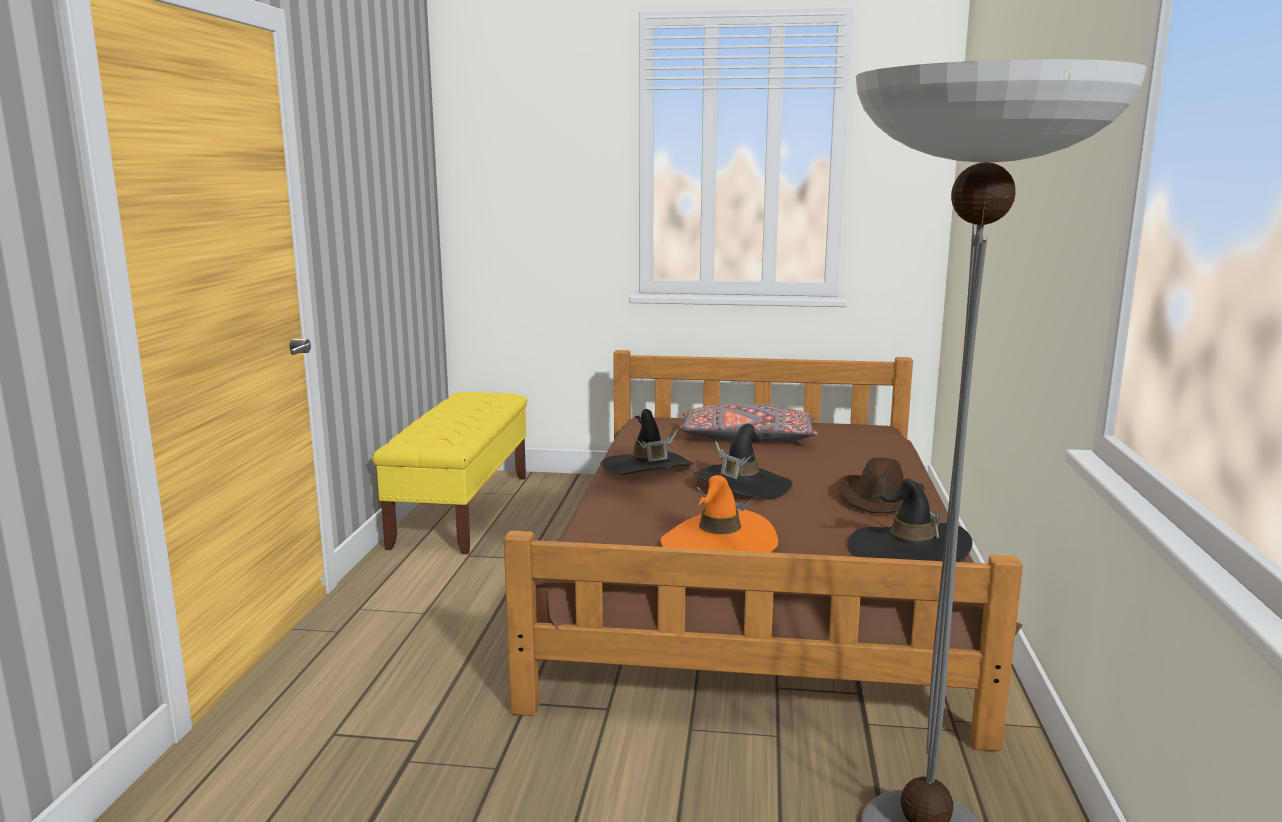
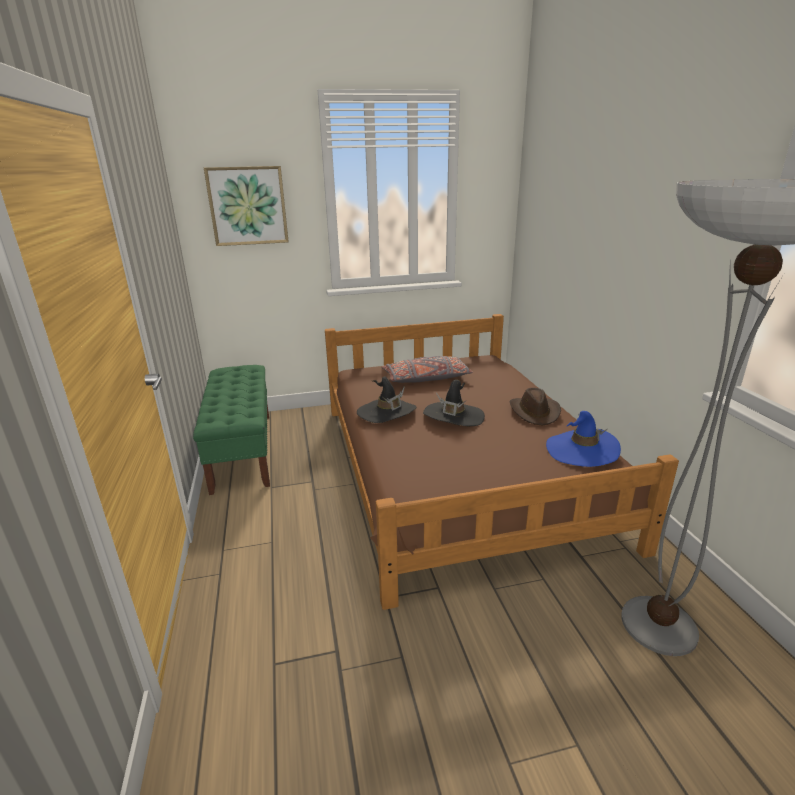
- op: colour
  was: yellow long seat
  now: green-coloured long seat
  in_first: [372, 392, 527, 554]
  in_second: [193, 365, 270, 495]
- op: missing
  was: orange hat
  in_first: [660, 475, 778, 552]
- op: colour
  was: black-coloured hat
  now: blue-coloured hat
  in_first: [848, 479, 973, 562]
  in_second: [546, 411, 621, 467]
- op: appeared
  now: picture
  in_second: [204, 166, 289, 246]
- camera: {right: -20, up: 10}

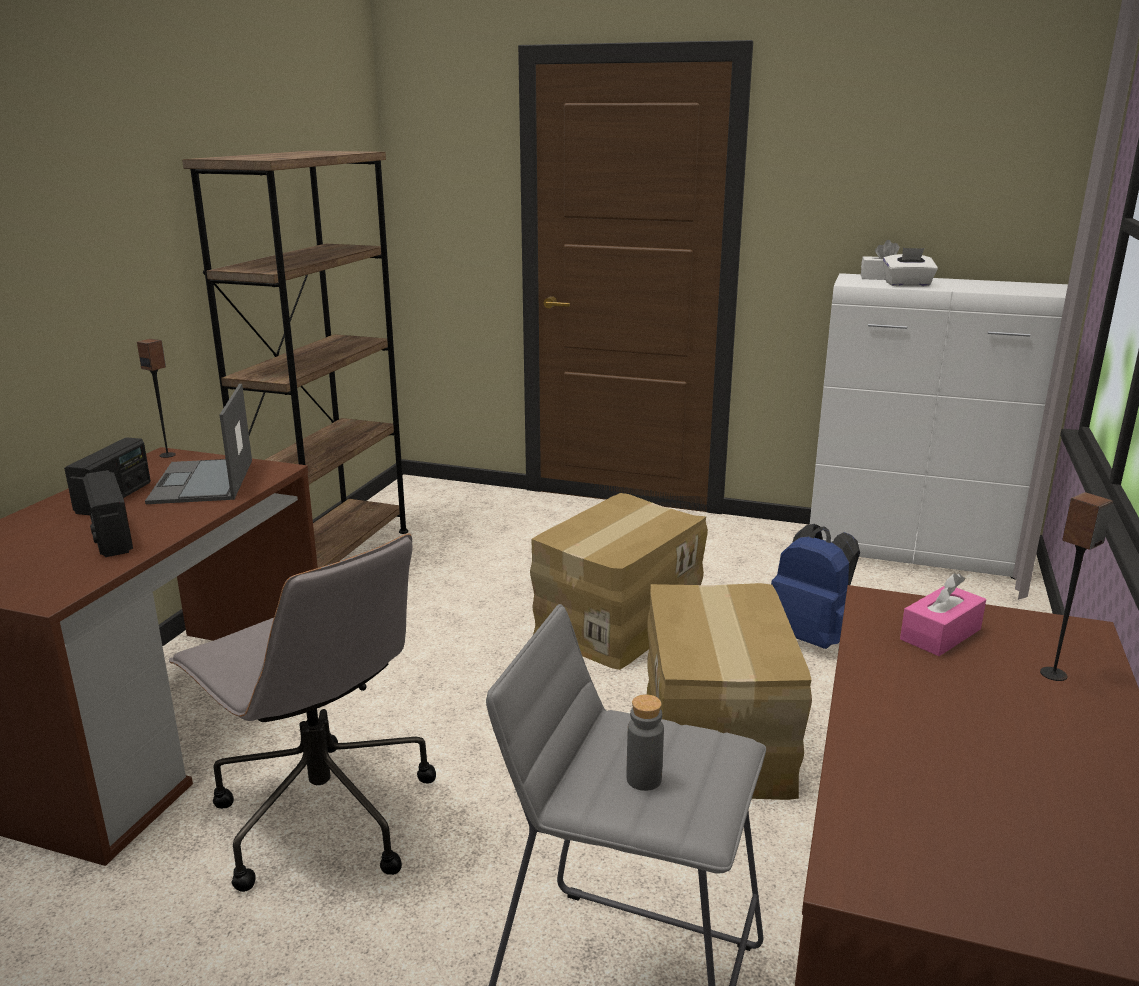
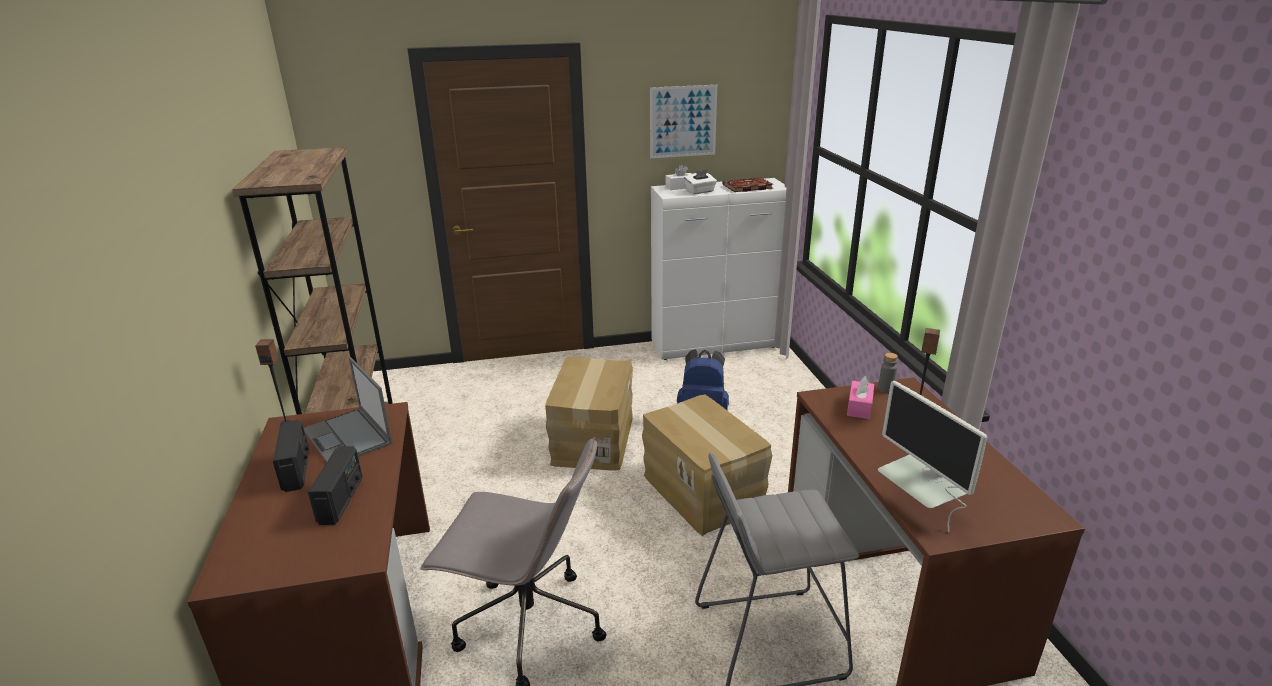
- op: spun
  was: radio set
  in_first: [83, 470, 133, 557]
  in_second: [308, 446, 363, 525]
  clockwise: -120
- op: relocated
  was: gray beverage bottle
  in_first: [626, 694, 664, 791]
  in_second: [878, 353, 898, 393]
- op: appeared
  now: picture
  in_second: [650, 85, 717, 158]
- op: appeared
  now: bound book
  in_second: [722, 177, 773, 192]
- op: appeared
  now: computer screen
  in_second: [878, 381, 987, 532]
- camera: {right: -30, up: 5}

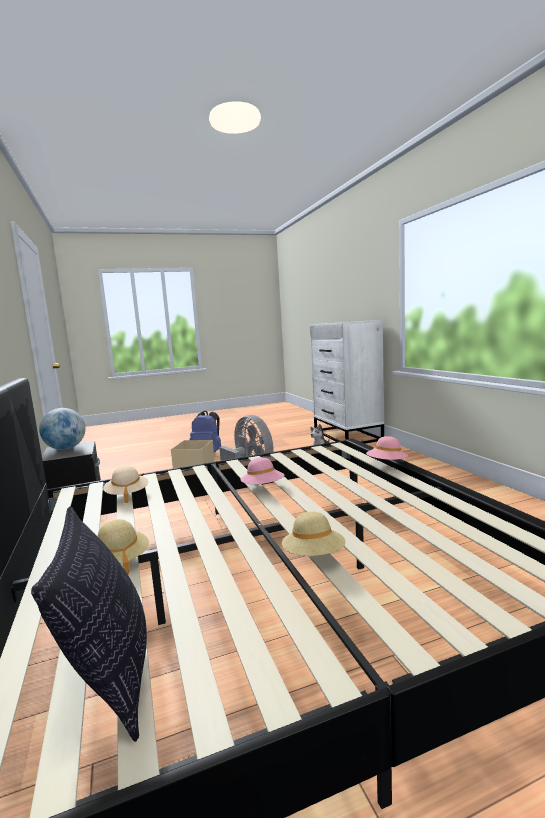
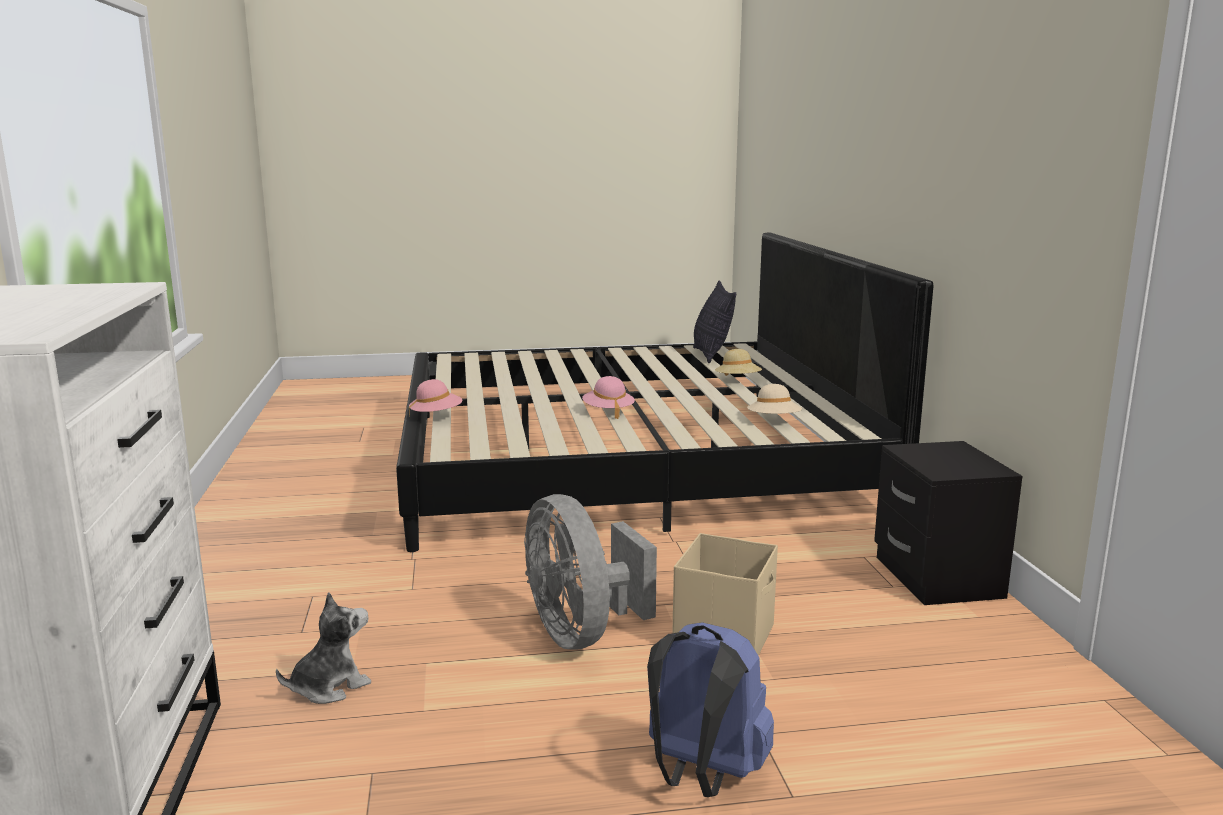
- op: missing
  was: globe
  in_first: [39, 408, 86, 450]
- op: missing
  was: beige hat
  in_first: [282, 512, 346, 556]
- camera: {right: -170, up: 5}

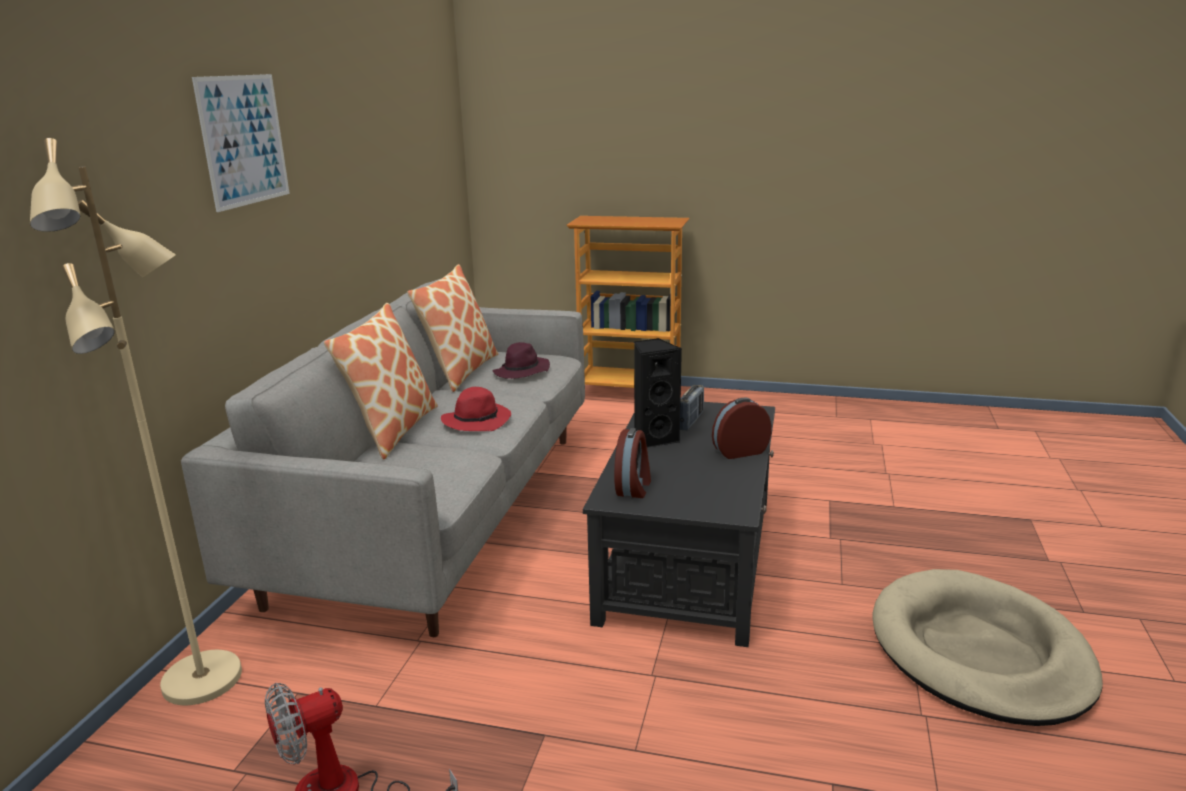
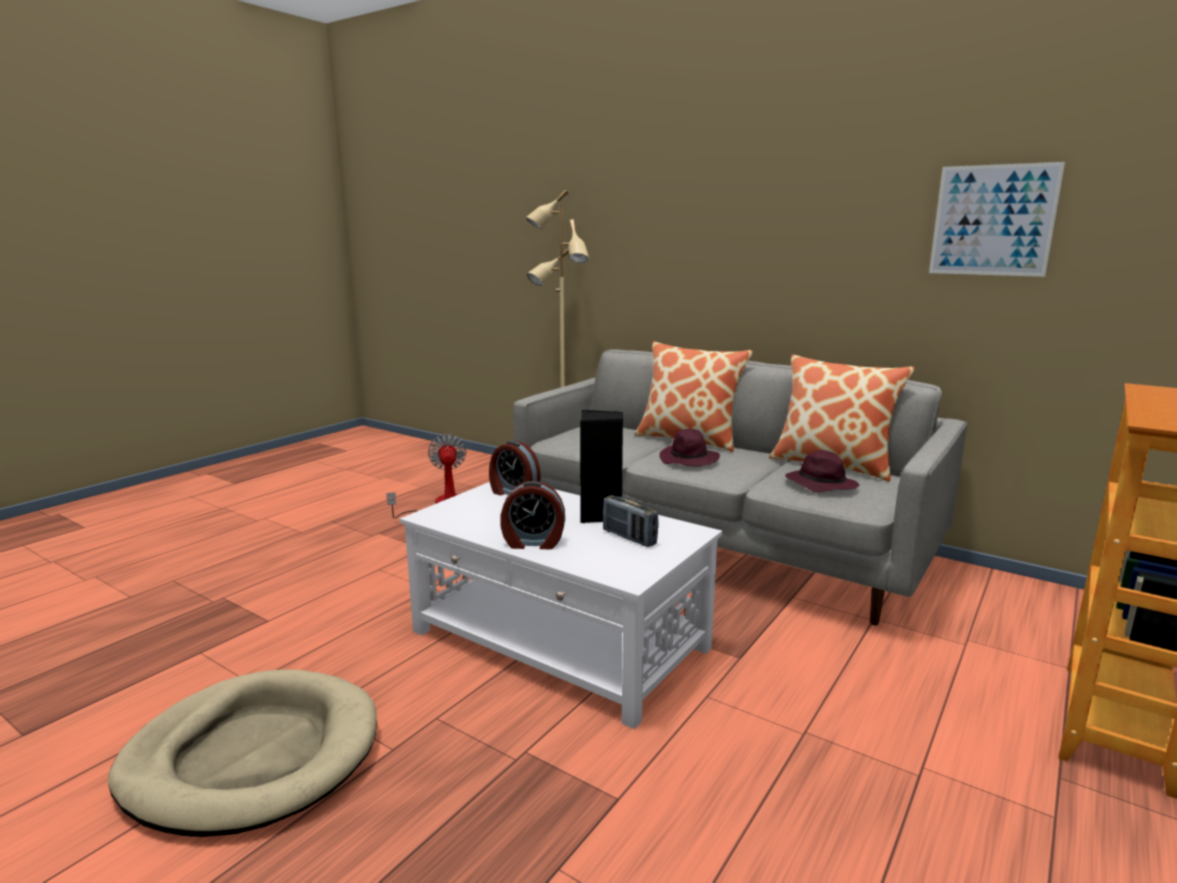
- op: relocated
  was: picture
  in_first: [192, 74, 290, 212]
  in_second: [929, 162, 1065, 277]
- op: colour
  was: red-coloured hat
  now: purplish hat
  in_first: [441, 387, 511, 431]
  in_second: [659, 429, 720, 466]
- op: colour
  was: black-coloured lounge table
  now: whitish lounge table
  in_first: [583, 402, 775, 647]
  in_second: [400, 482, 722, 729]
- op: spun
  was: alarm clock
  in_first: [712, 398, 772, 459]
  in_second: [500, 481, 565, 549]
  clockwise: 90
- camera: {right: 110, up: -5}

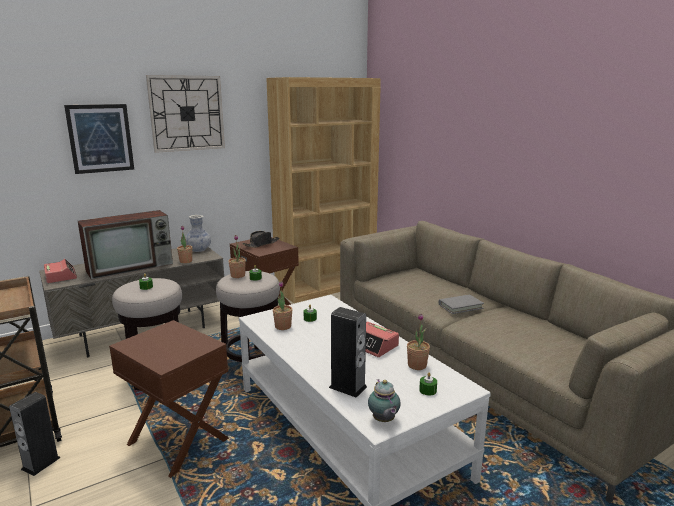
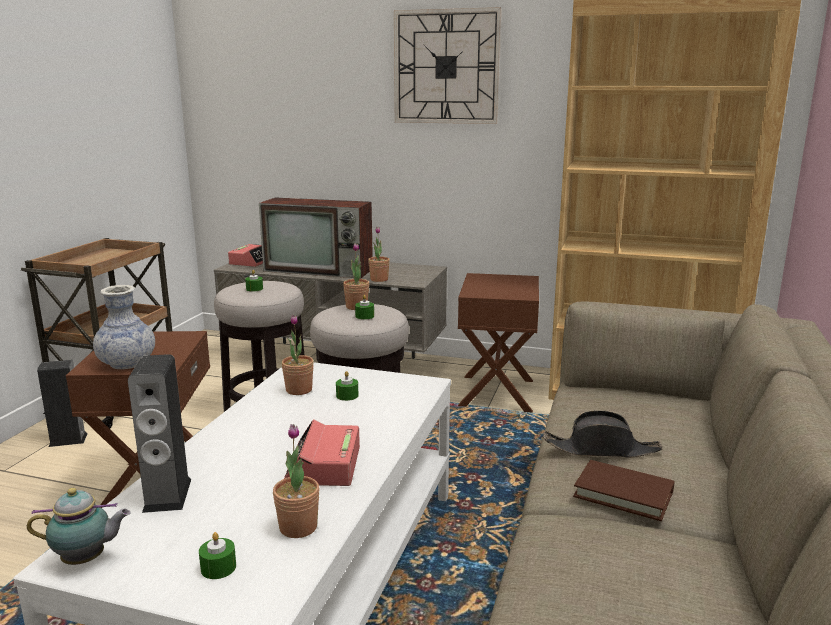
- op: missing
  was: picture
  in_first: [64, 104, 134, 174]
- op: relocated
  was: vase
  in_first: [185, 215, 211, 252]
  in_second: [93, 285, 155, 369]
- op: relocated
  was: black-coloured hat
  in_first: [242, 231, 279, 248]
  in_second: [543, 410, 662, 458]
- op: spun
  was: pot for tea
  in_first: [368, 379, 401, 422]
  in_second: [27, 488, 131, 565]
  clockwise: -135
- op: colour
  was: gray bound book
  now: brownish bound book
  in_first: [439, 294, 484, 314]
  in_second: [573, 460, 675, 521]
- camera: {right: 50, up: 0}

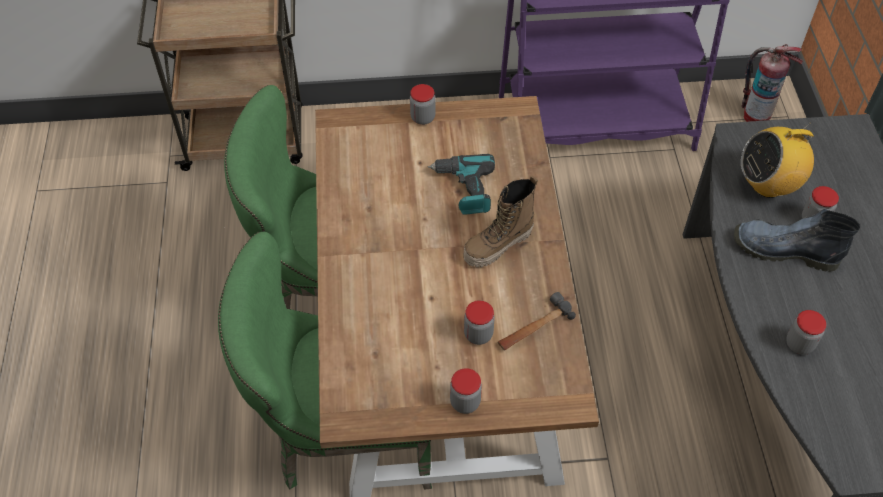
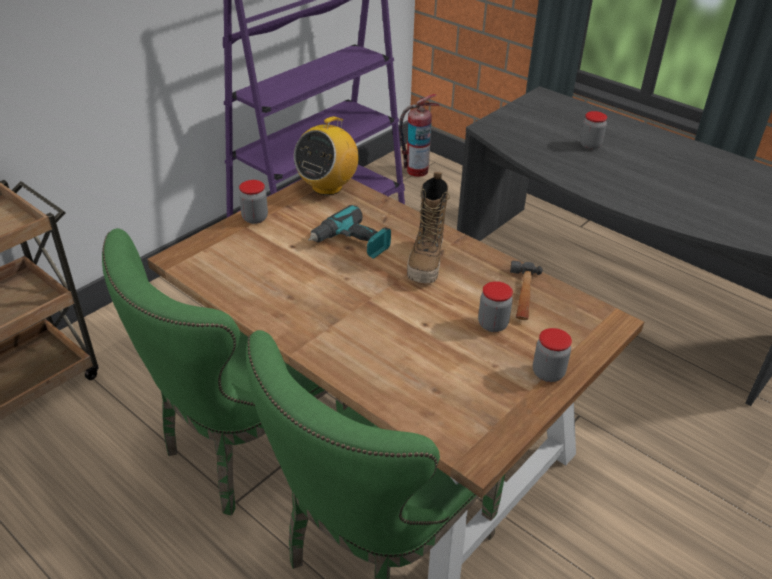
- op: missing
  was: boot
  in_first: [734, 209, 860, 272]
- op: relocated
  was: radio set
  in_first: [741, 122, 814, 198]
  in_second: [294, 116, 359, 195]
- op: missing
  was: jar
  in_first: [786, 310, 826, 355]
- camera: {right: -45, up: -15}

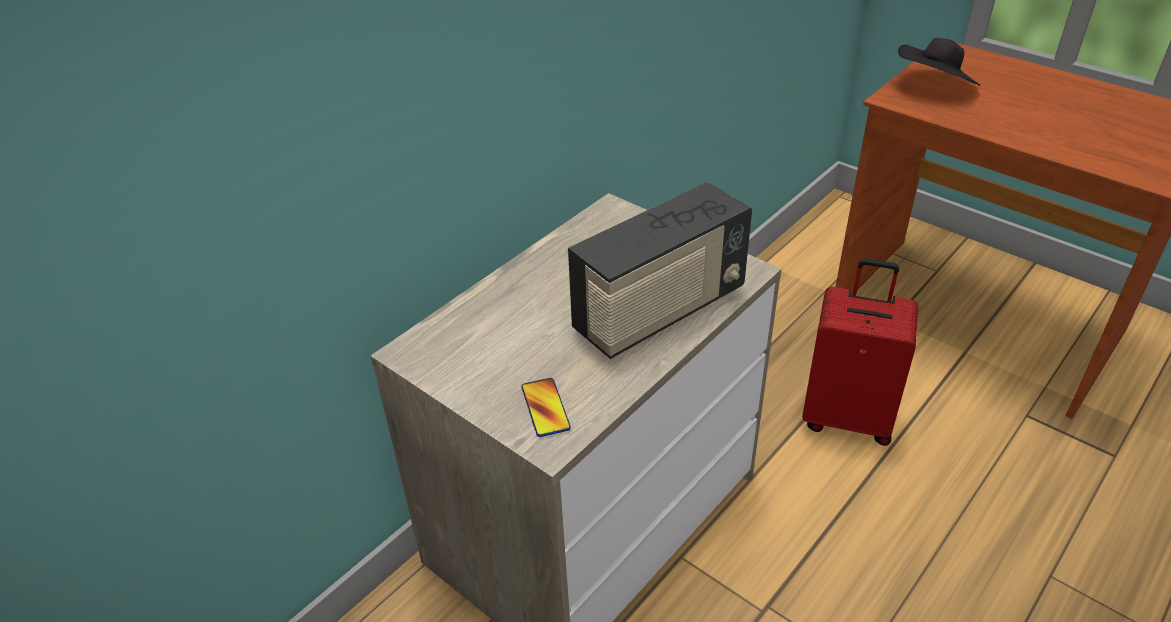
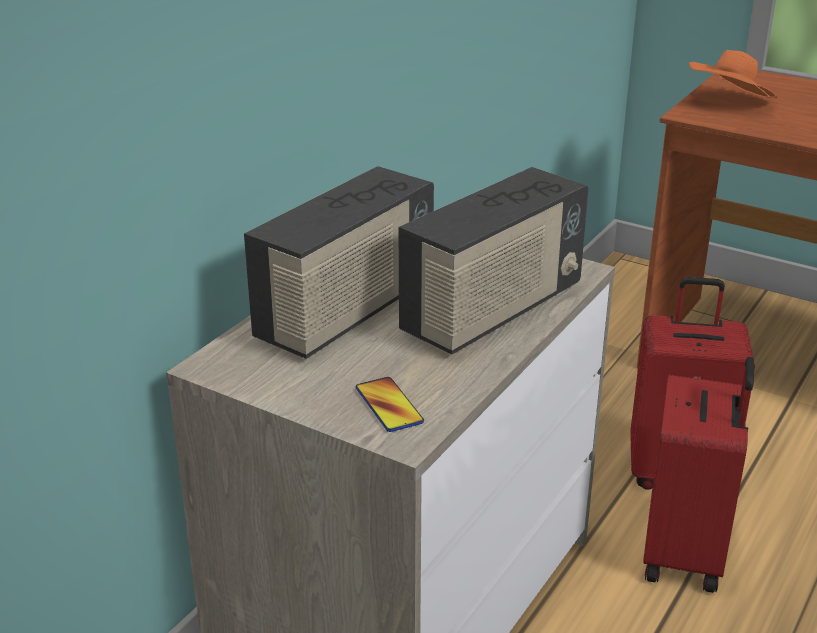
- op: colour
  was: black-coloured hat
  now: orange hat
  in_first: [898, 38, 980, 86]
  in_second: [689, 50, 778, 99]
- op: appeared
  now: radio set
  in_second: [244, 166, 434, 359]
- op: appeared
  now: red-coloured travel case
  in_second: [643, 357, 754, 593]
- camera: {right: -10, up: -10}

